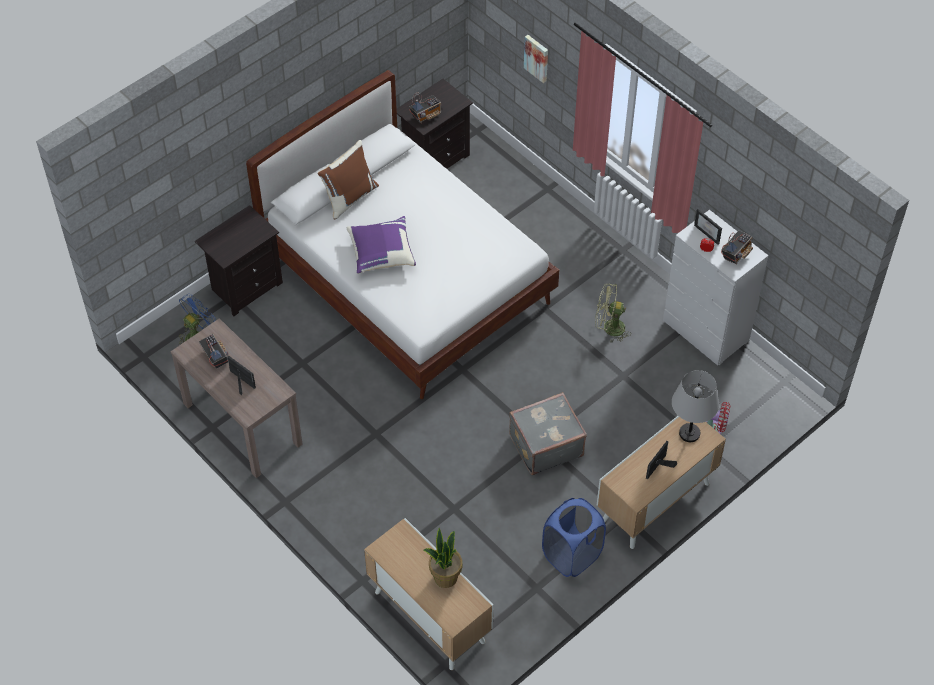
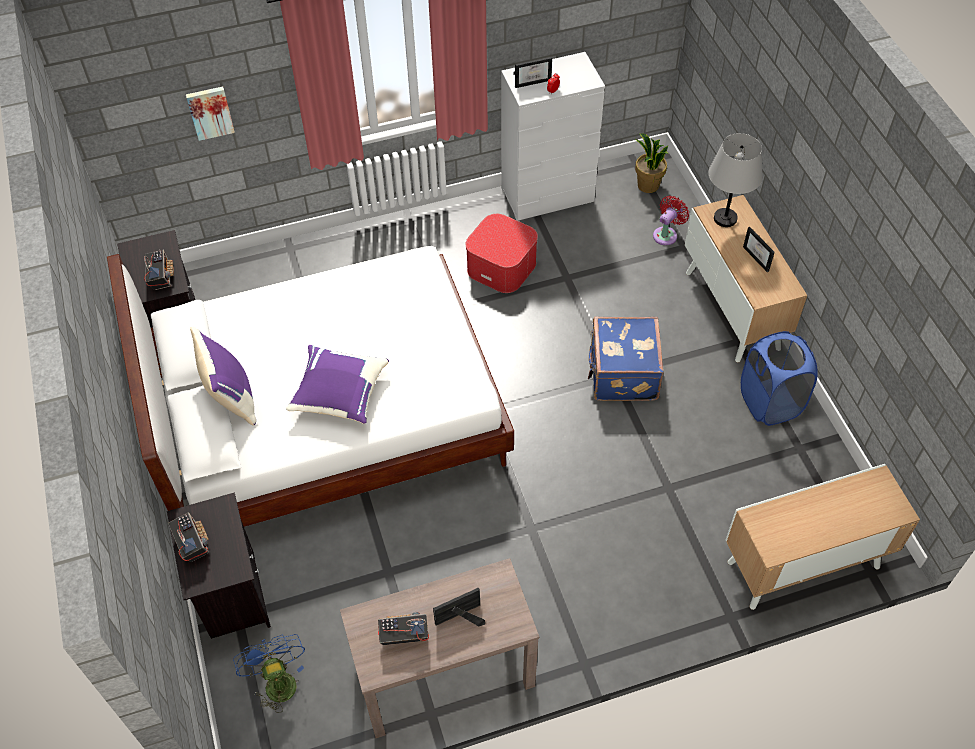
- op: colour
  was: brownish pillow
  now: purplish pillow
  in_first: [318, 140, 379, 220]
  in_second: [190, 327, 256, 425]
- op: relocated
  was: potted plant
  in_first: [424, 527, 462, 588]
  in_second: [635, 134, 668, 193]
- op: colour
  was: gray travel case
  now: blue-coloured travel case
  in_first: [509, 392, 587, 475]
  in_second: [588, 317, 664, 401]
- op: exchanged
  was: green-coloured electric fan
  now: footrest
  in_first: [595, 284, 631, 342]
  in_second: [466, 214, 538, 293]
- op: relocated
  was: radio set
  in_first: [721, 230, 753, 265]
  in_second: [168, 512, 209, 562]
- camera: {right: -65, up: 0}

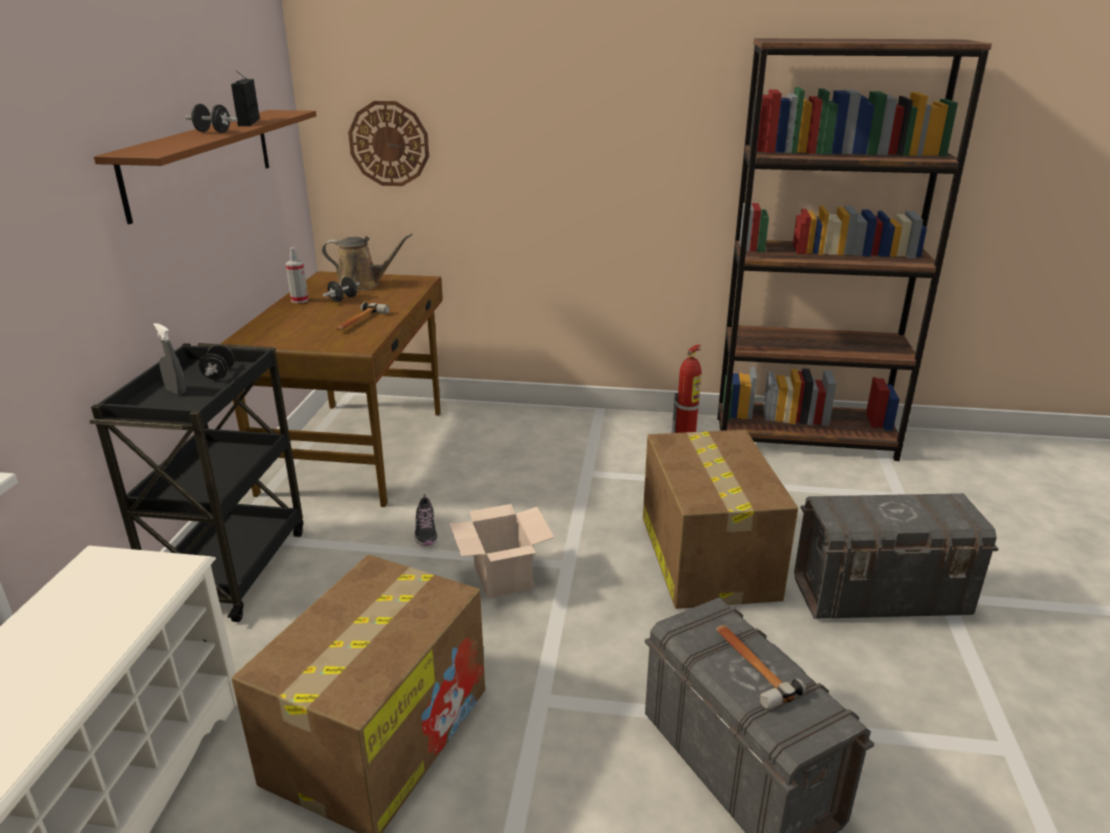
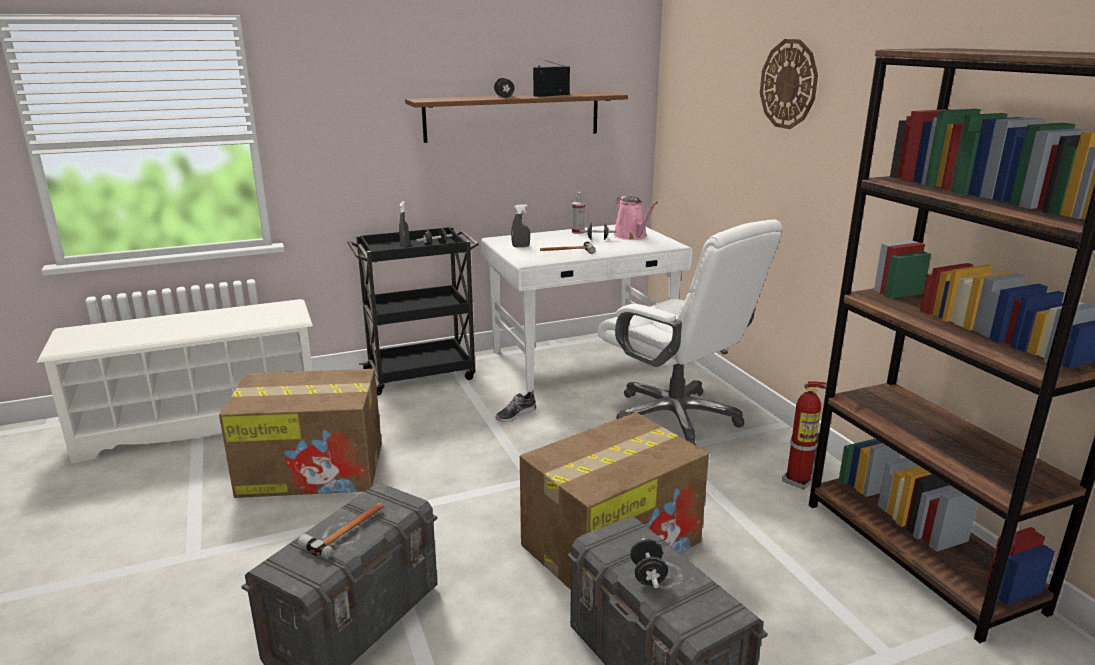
- op: colour
  was: brownish desk unit
  now: whitish desk unit
  in_first: [220, 271, 443, 507]
  in_second: [481, 225, 693, 392]
- op: colour
  was: brownish watering pot
  now: pink watering pot
  in_first: [322, 233, 412, 291]
  in_second: [613, 196, 658, 240]
- op: relocated
  was: clock on the wall
  in_first: [348, 101, 429, 186]
  in_second: [760, 39, 818, 129]
- op: missing
  was: carton
  in_first: [449, 504, 554, 599]
- op: appeared
  now: gray spray bottle
  in_second: [511, 204, 530, 247]
- op: appeared
  now: whitish computer chair
  in_second: [598, 219, 782, 445]
- op: appeared
  now: black-coloured free weight
  in_second: [630, 538, 668, 588]
- camera: {right: 60, up: -5}

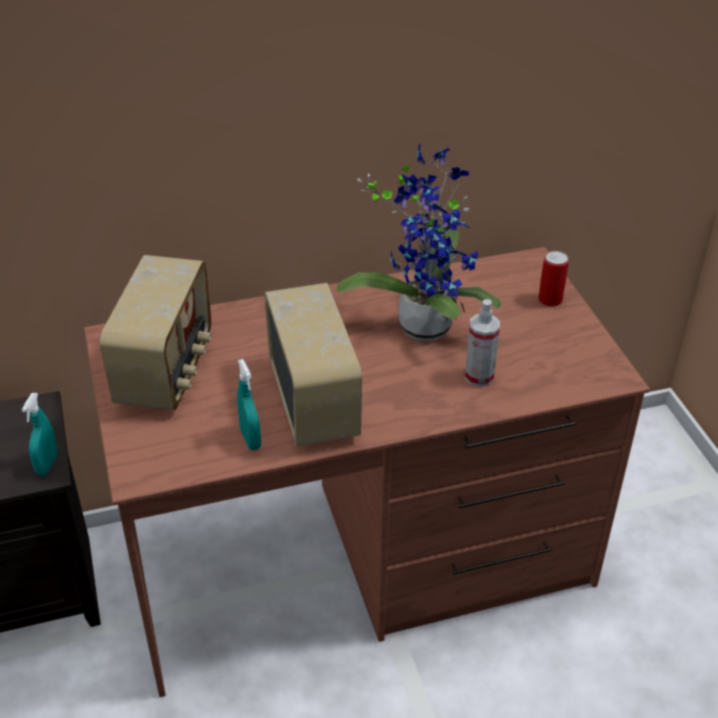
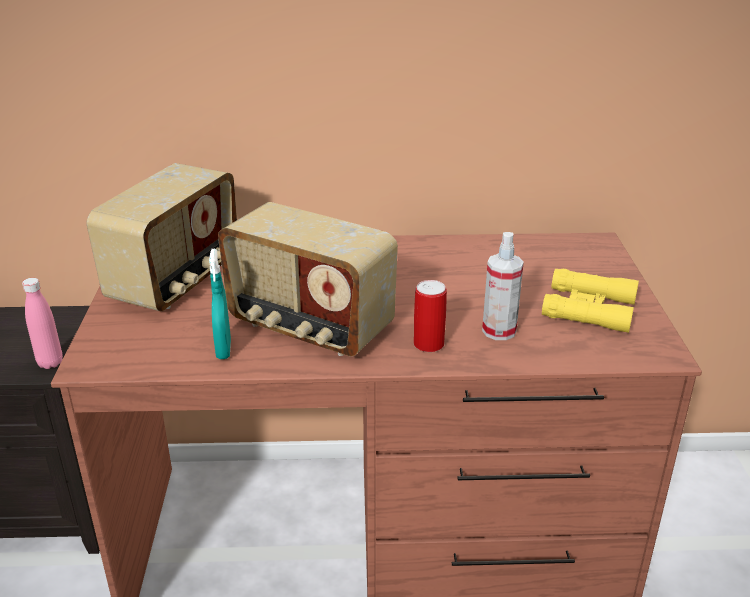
- op: exchanged
  was: blue-green spray bottle
  now: pink beverage bottle
  in_first: [22, 393, 58, 476]
  in_second: [22, 278, 63, 369]
- op: spun
  was: radio set
  in_first: [264, 283, 362, 447]
  in_second: [218, 202, 398, 356]
  clockwise: 120
- op: missing
  was: potted plant
  in_first: [337, 143, 501, 341]
- op: relocated
  was: metal can
  in_first: [538, 251, 569, 307]
  in_second: [414, 280, 447, 352]
- op: appeared
  now: yellow pair of binoculars
  in_second: [542, 269, 639, 333]
- camera: {right: 15, up: -10}

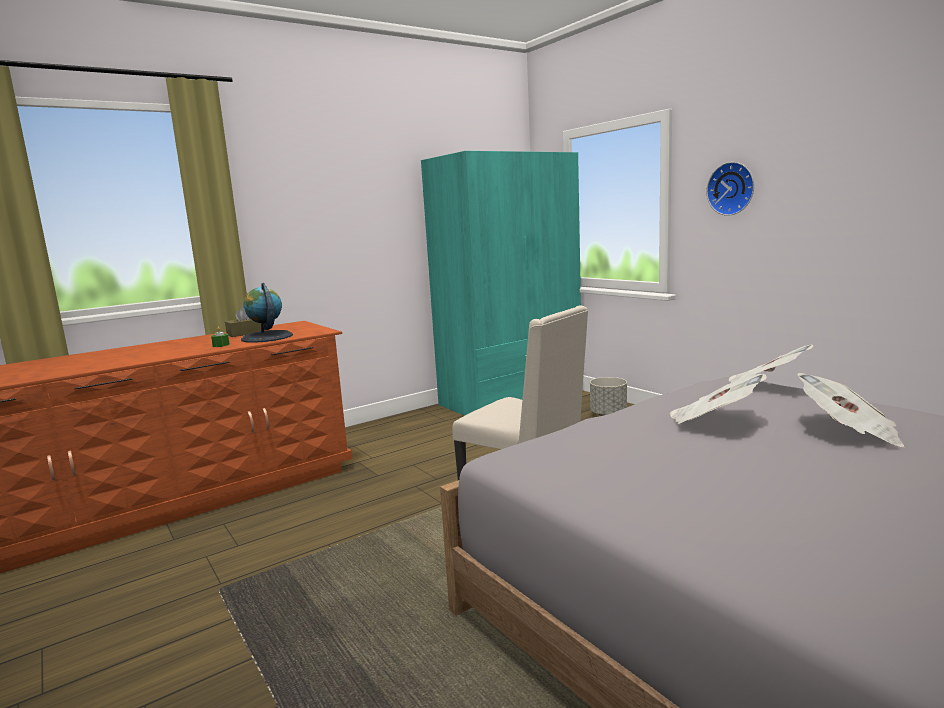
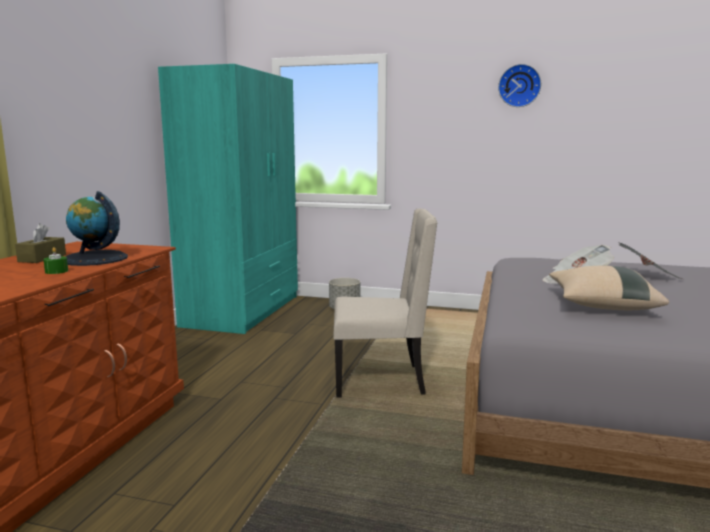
- op: relocated
  was: clock on the wall
  in_first: [707, 162, 754, 216]
  in_second: [498, 64, 541, 107]
- op: missing
  was: printed paper
  in_first: [729, 345, 813, 383]
- op: appeared
  now: beige pillow
  in_second: [549, 266, 669, 310]
- camera: {right: -40, up: 0}

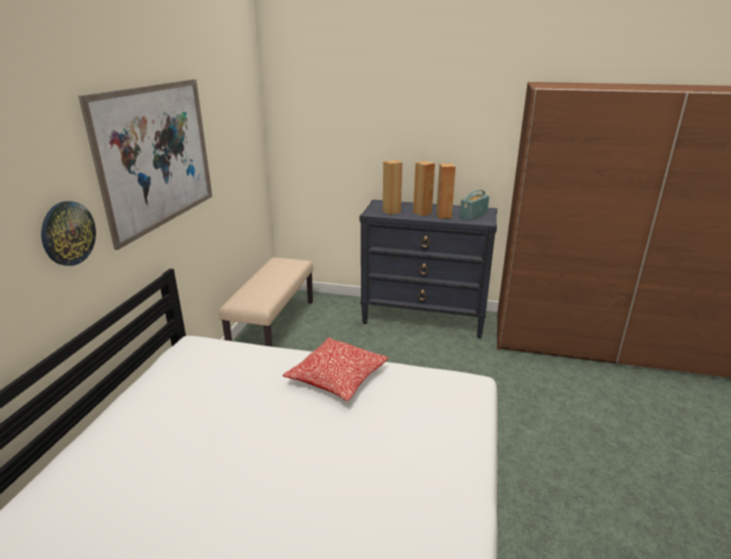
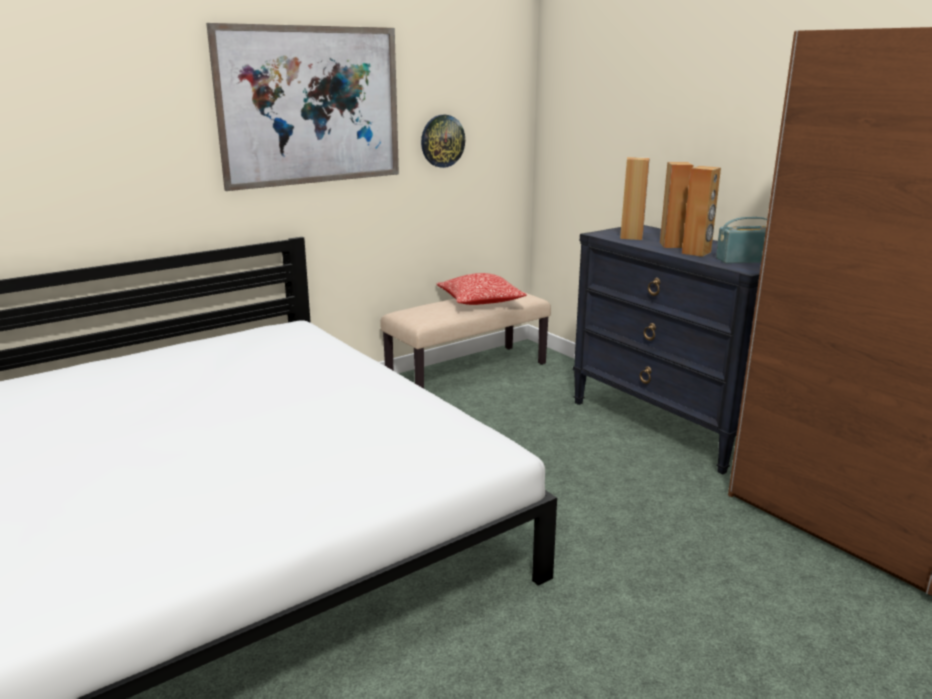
- op: relocated
  was: clock on the wall
  in_first: [41, 201, 96, 266]
  in_second: [421, 115, 465, 168]
- op: relocated
  was: pillow
  in_first: [283, 337, 389, 401]
  in_second: [436, 273, 526, 305]
- camera: {right: 40, up: -5}

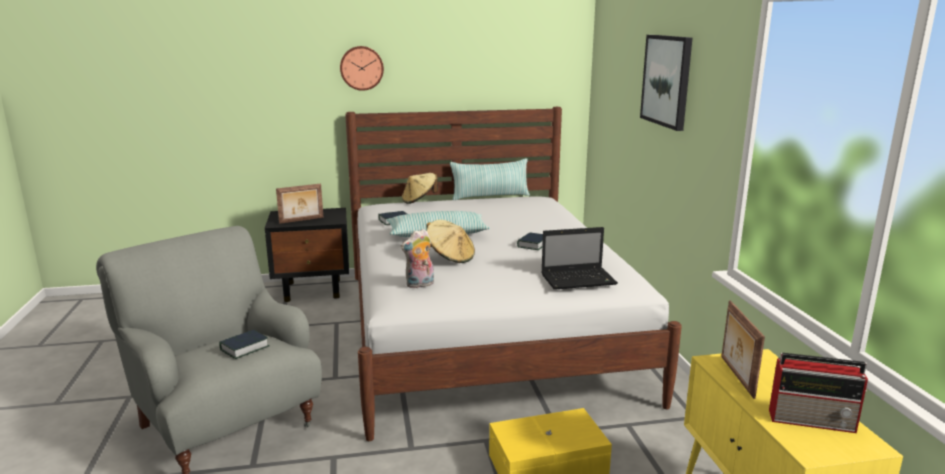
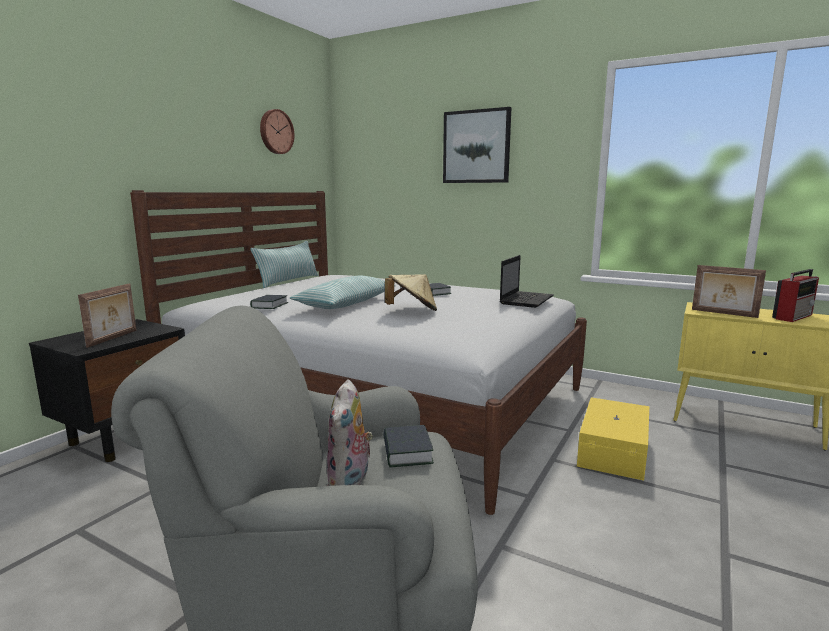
- op: relocated
  was: clock on the wall
  in_first: [340, 46, 384, 91]
  in_second: [260, 109, 294, 154]
- op: relocated
  was: cuddly toy
  in_first: [401, 229, 434, 288]
  in_second: [327, 380, 373, 486]
- op: missing
  was: beige hat
  in_first: [402, 173, 438, 204]
- camera: {right: -50, up: -5}

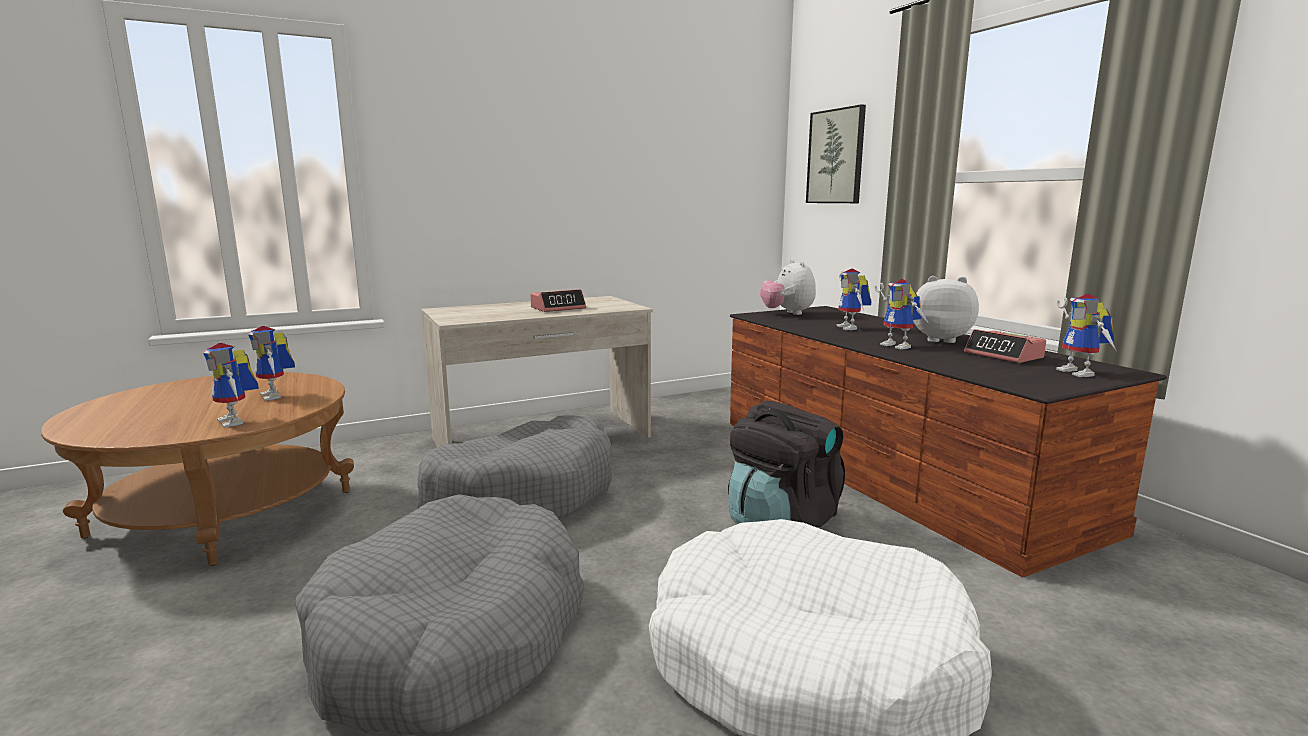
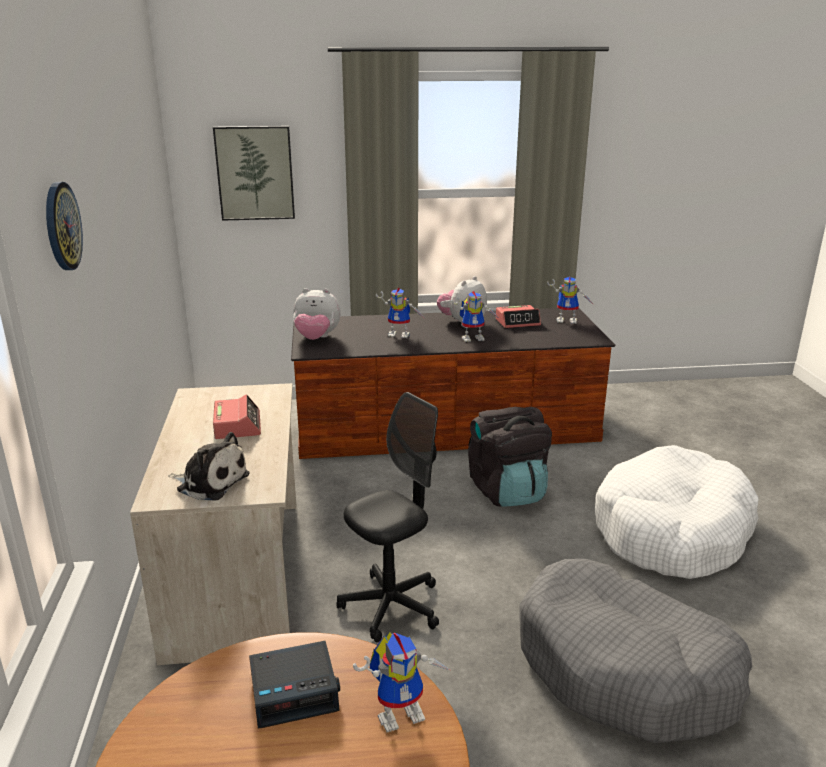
- op: exchanged
  was: robot figure
  now: alarm clock
  in_first: [248, 326, 295, 401]
  in_second: [249, 641, 340, 728]
- op: exchanged
  was: gray pet bed
  now: black-coloured computer chair
  in_first: [417, 415, 612, 520]
  in_second: [336, 392, 439, 642]
- op: appeared
  now: clock on the wall
  in_second: [46, 182, 83, 270]
- op: appeared
  now: cuddly toy
  in_second: [168, 432, 249, 500]
- camera: {right: -70, up: 10}

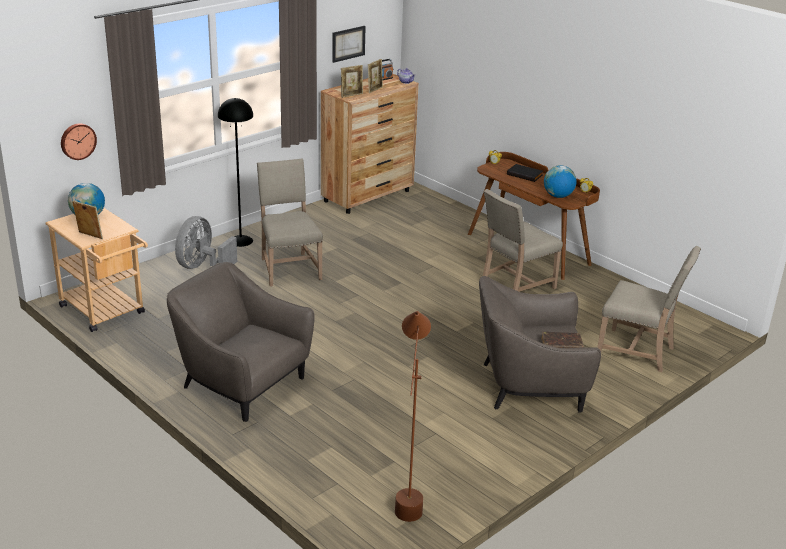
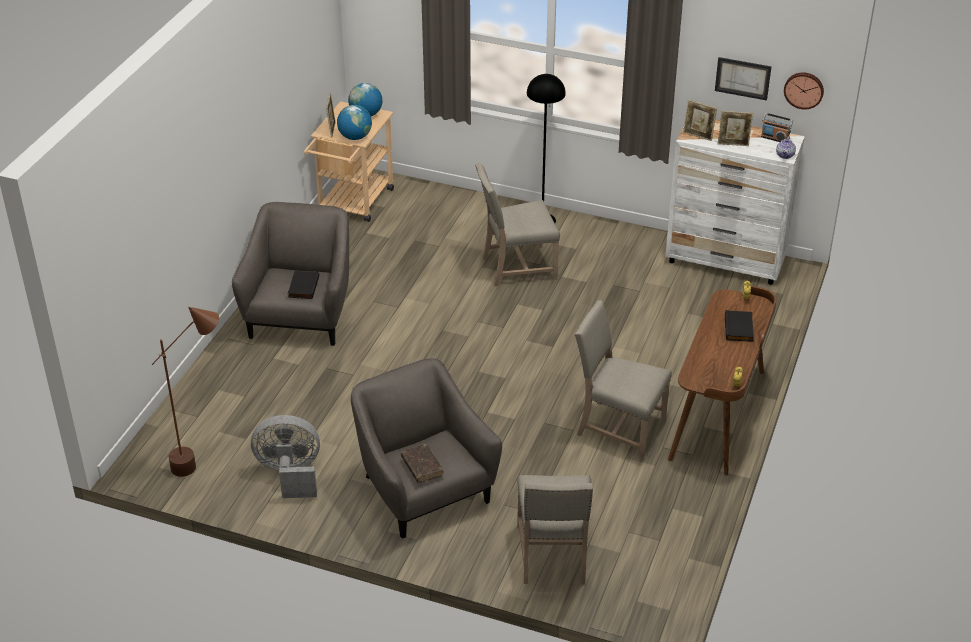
- op: relocated
  was: clock on the wall
  in_first: [61, 123, 97, 160]
  in_second: [784, 72, 824, 110]
- op: relocated
  was: gray electric fan
  in_first: [175, 216, 237, 269]
  in_second: [251, 415, 320, 498]
- op: spun
  was: beige plain chair
  in_first: [257, 158, 323, 287]
  in_second: [475, 163, 560, 287]
  clockwise: -150
- op: colour
  was: brownish chest of drawers
  now: whitish chest of drawers
  in_first: [321, 74, 419, 214]
  in_second: [665, 119, 805, 285]
- op: relocated
  was: globe
  in_first: [544, 165, 576, 198]
  in_second: [337, 105, 372, 140]
- op: appeared
  now: black-coloured bound book
  in_second: [288, 271, 319, 299]
- camera: {right: 65, up: 10}

